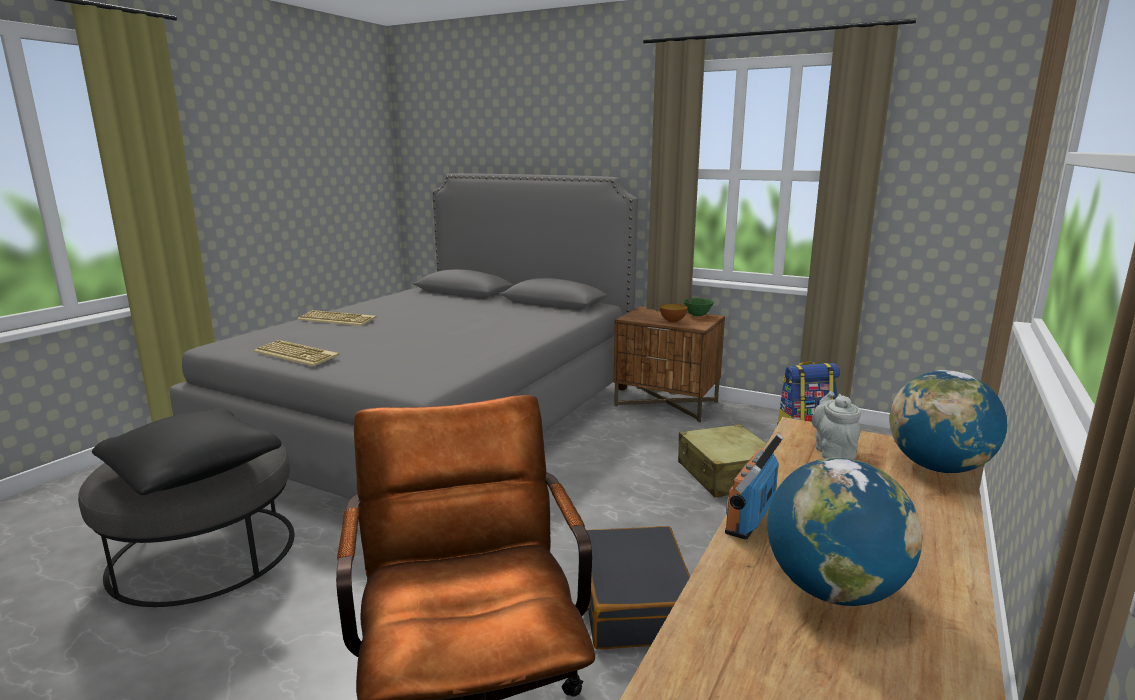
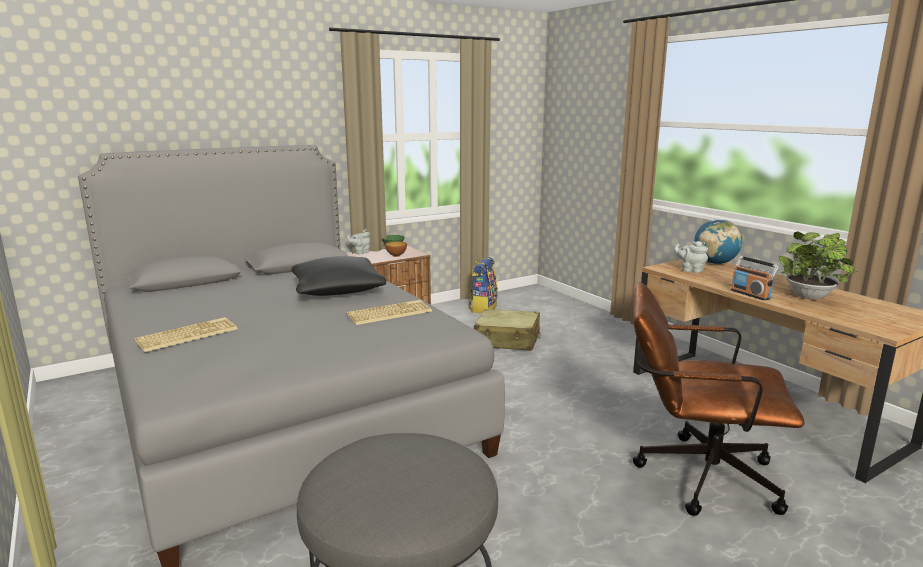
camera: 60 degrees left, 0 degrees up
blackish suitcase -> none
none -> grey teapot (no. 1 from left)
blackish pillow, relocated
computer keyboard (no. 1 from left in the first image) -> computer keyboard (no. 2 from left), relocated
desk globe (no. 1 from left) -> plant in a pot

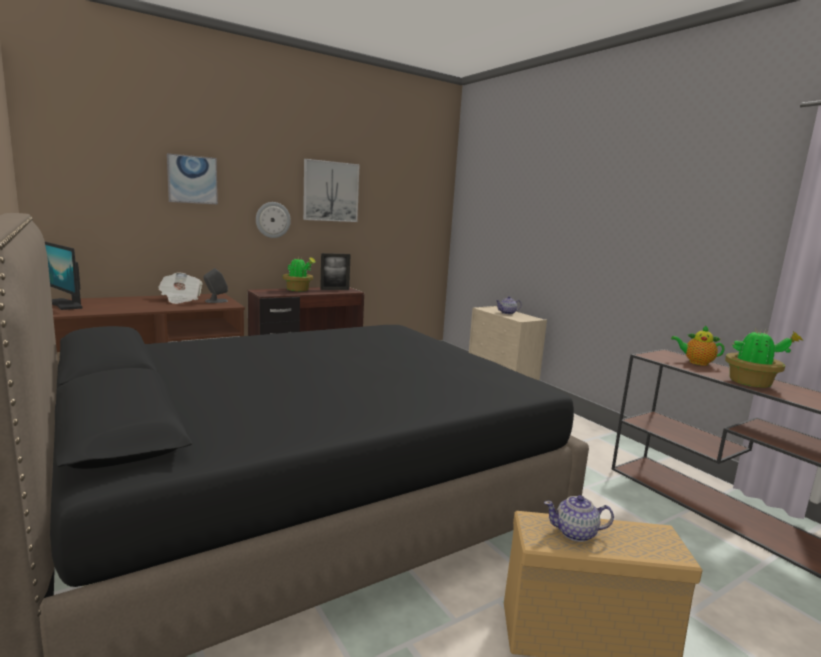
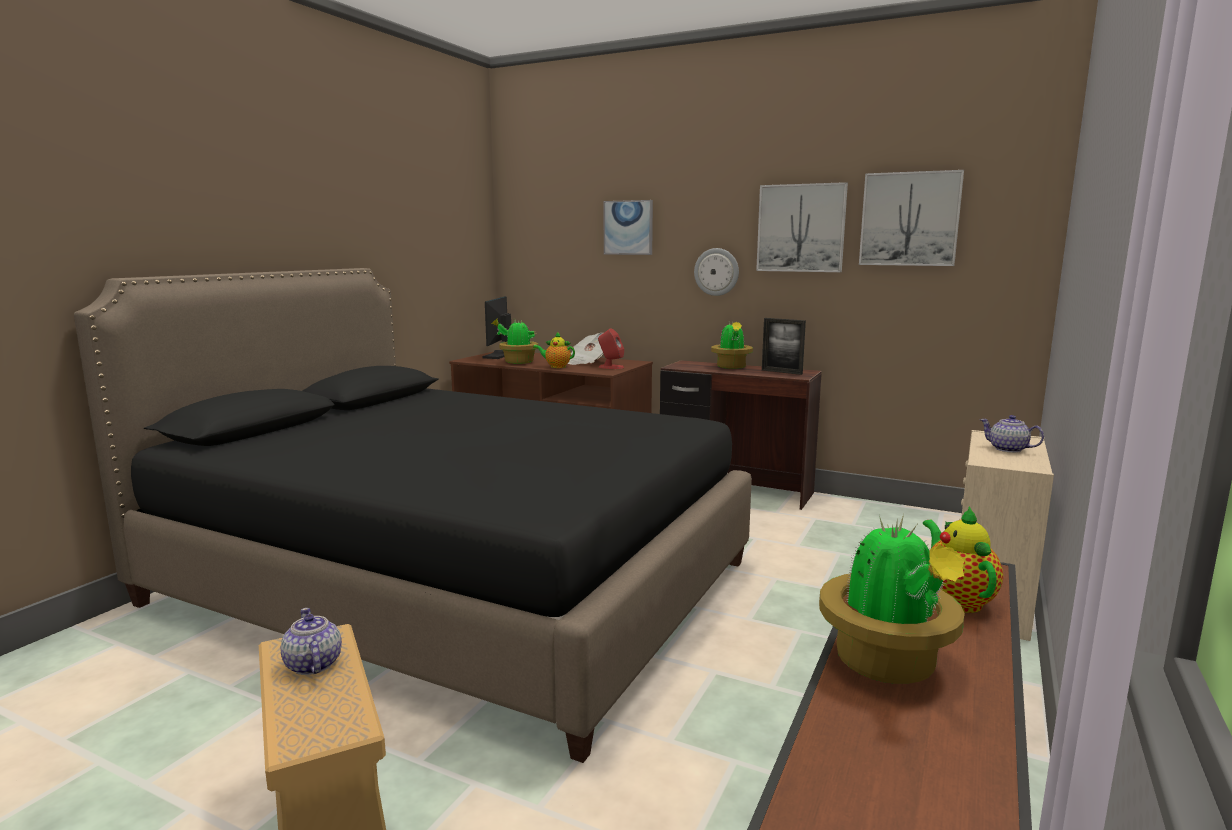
camera: 60 degrees right, 0 degrees up
none -> plant in a pot (no. 1 from left)
none -> teapot (no. 2 from left)
none -> picture (no. 3 from left)
grey speaker -> reddish speaker

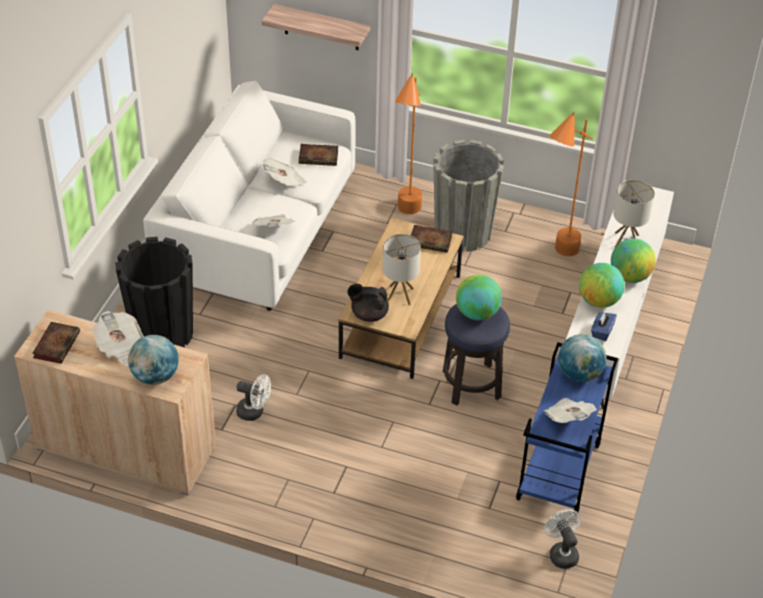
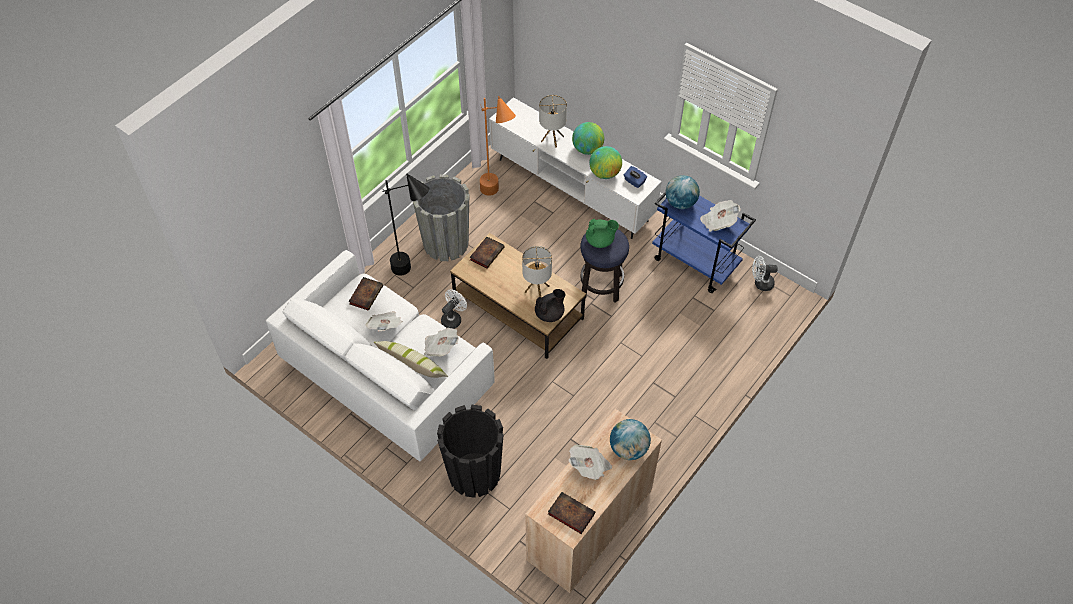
camera: 70 degrees left, 10 degrees up
shelf -> none
none -> pillow
white cooling fan (no. 1 from left), relocated
desk globe (no. 2 from left) -> green teapot
orange floor lamp (no. 1 from left) -> blackish floor lamp
blackish teapot, 150 degrees counterclockwise

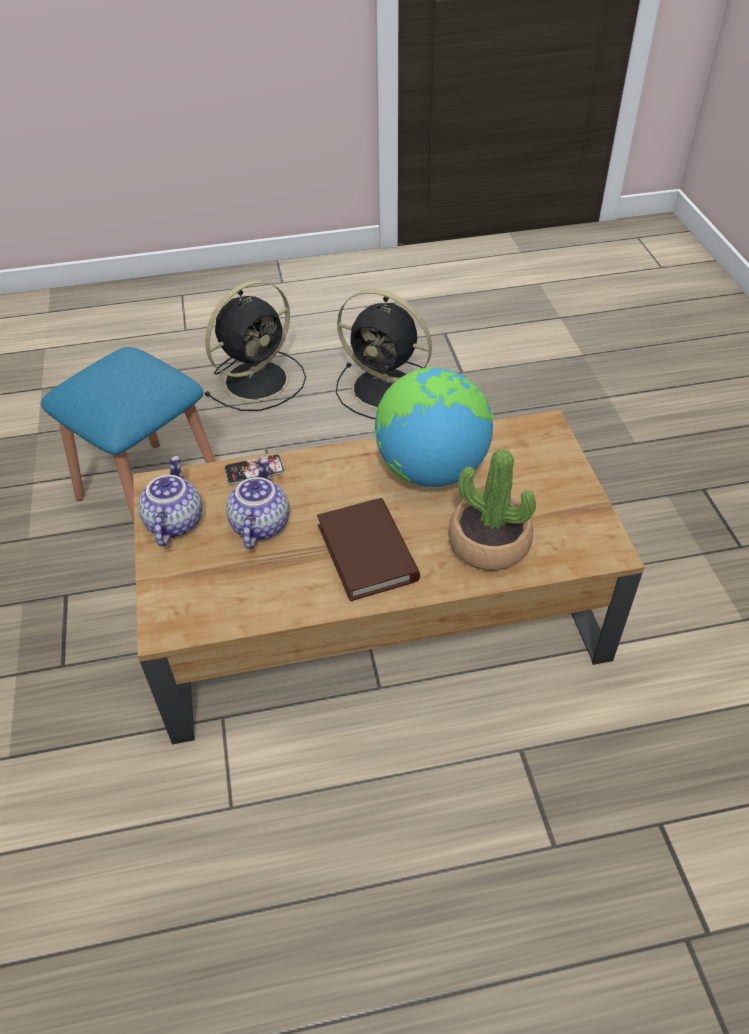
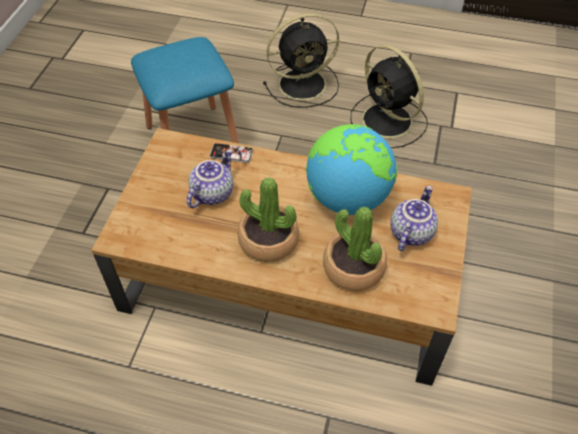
camera: 25 degrees right, 5 degrees up
teapot (no. 1 from left in the first image) -> teapot (no. 2 from left), relocated
brown book -> plant in a pot (no. 1 from left)

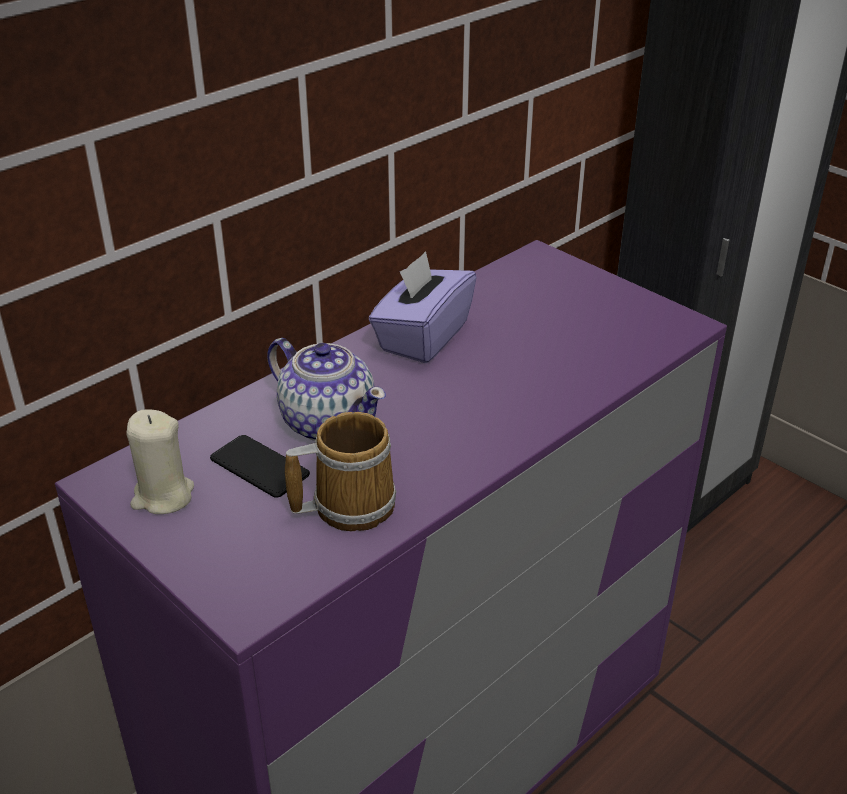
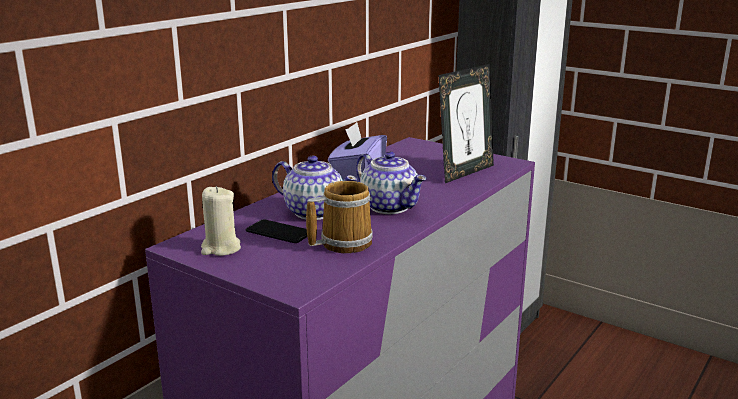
camera: 10 degrees left, 15 degrees down
none -> teapot (no. 2 from left)
none -> standing frame

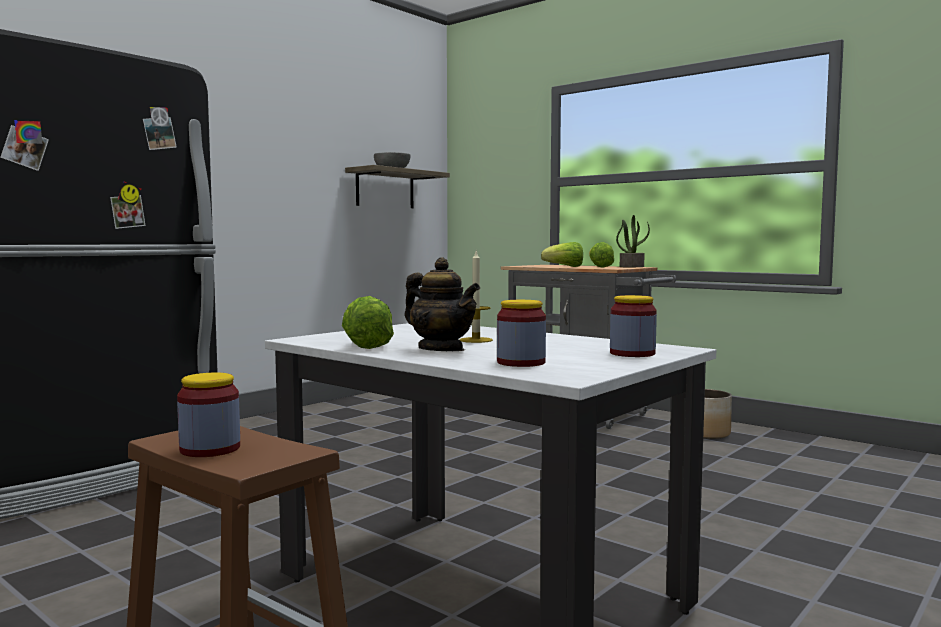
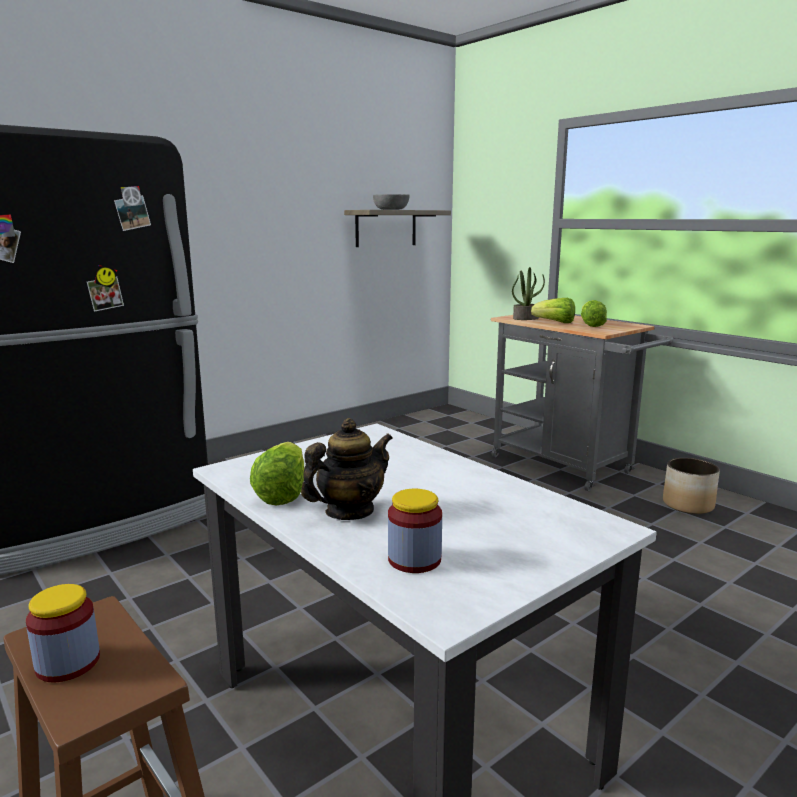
camera: 10 degrees right, 10 degrees up
wax candle -> none
jar (no. 3 from left) -> none
plant in a pot, relocated
teapot, 90 degrees counterclockwise

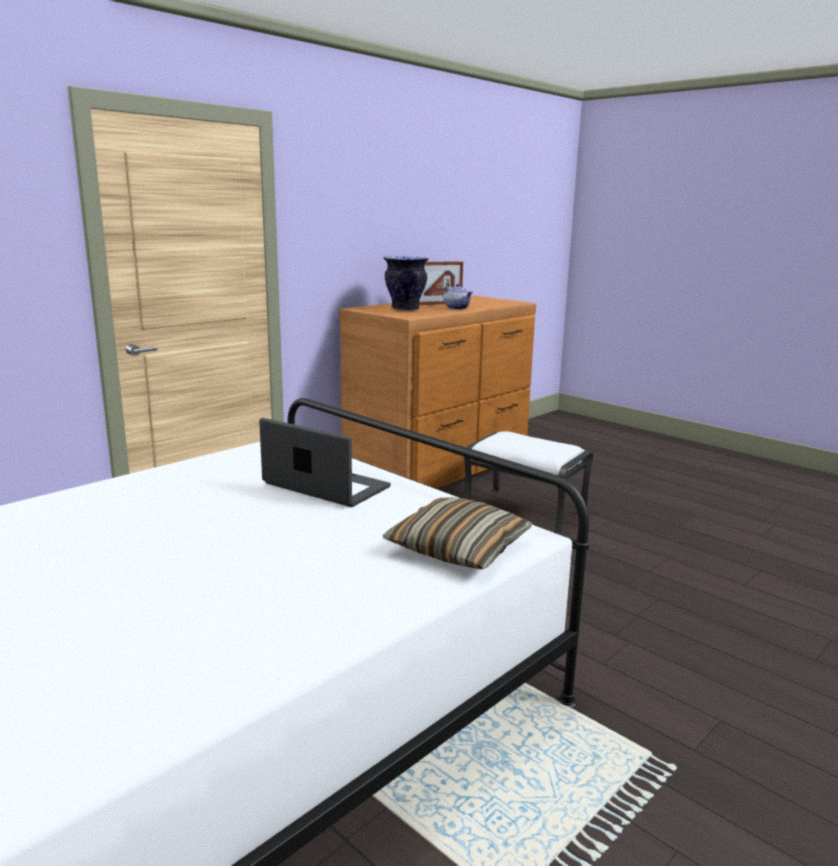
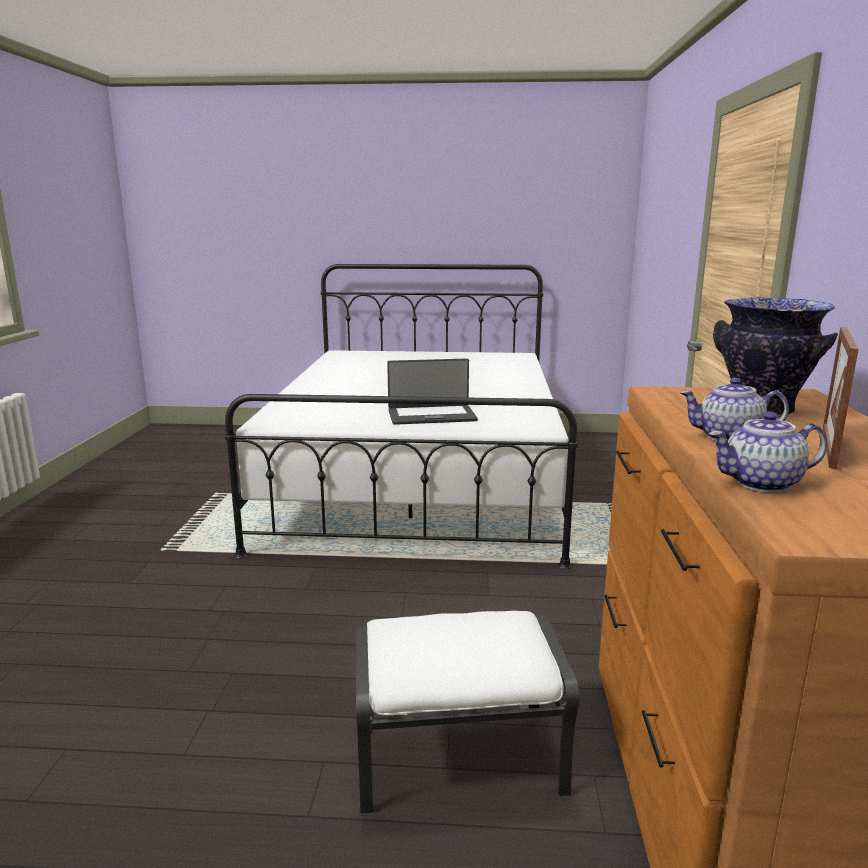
camera: 140 degrees right, 0 degrees up
pillow -> none
none -> teapot (no. 2 from left)

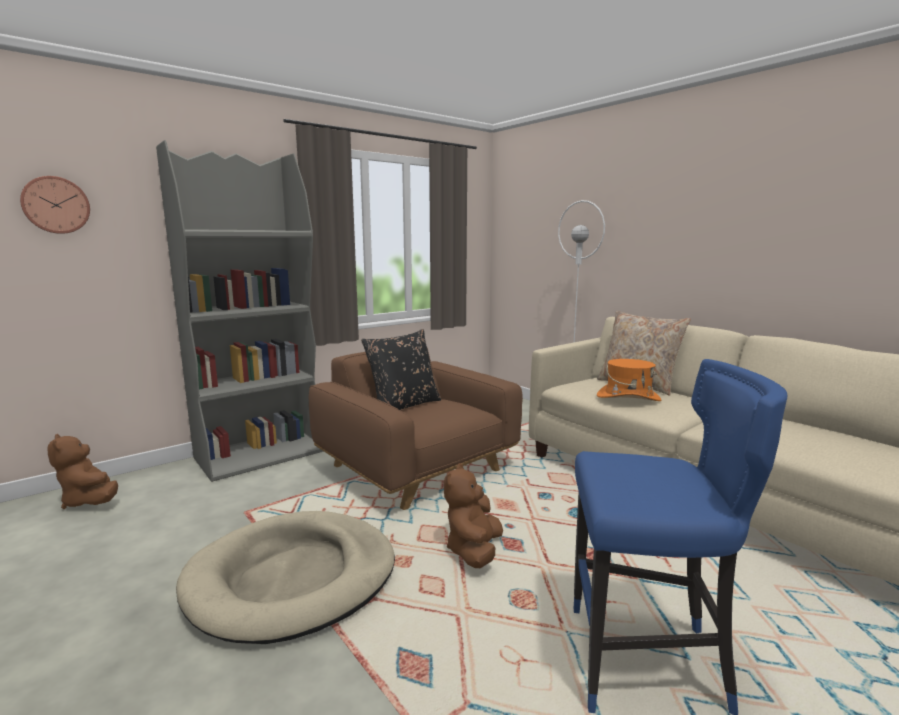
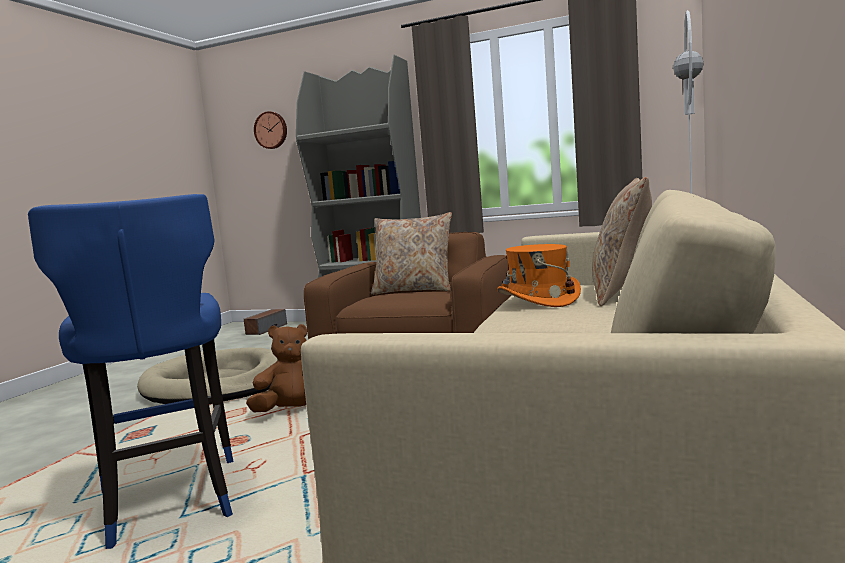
camera: 60 degrees right, 5 degrees down
brown soft toy (no. 1 from left) -> speaker
blackish pillow -> beige pillow (no. 1 from left)

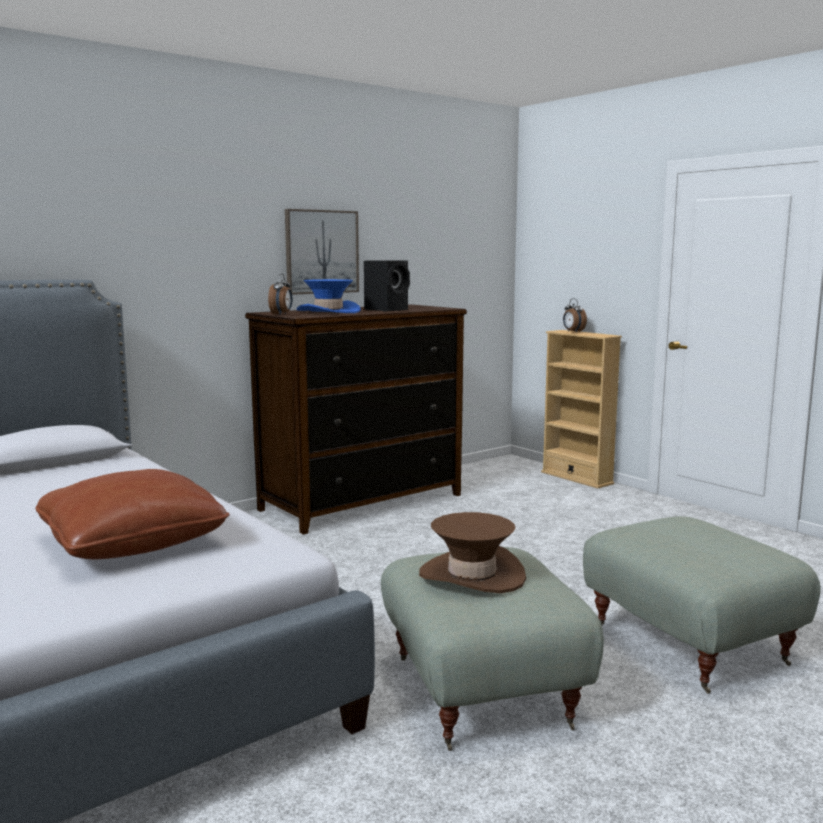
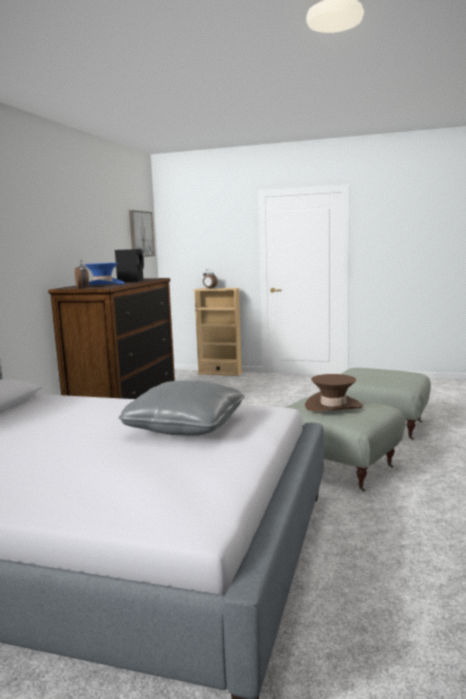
camera: 35 degrees left, 0 degrees up
picture, relocated
brown pillow -> grey pillow

